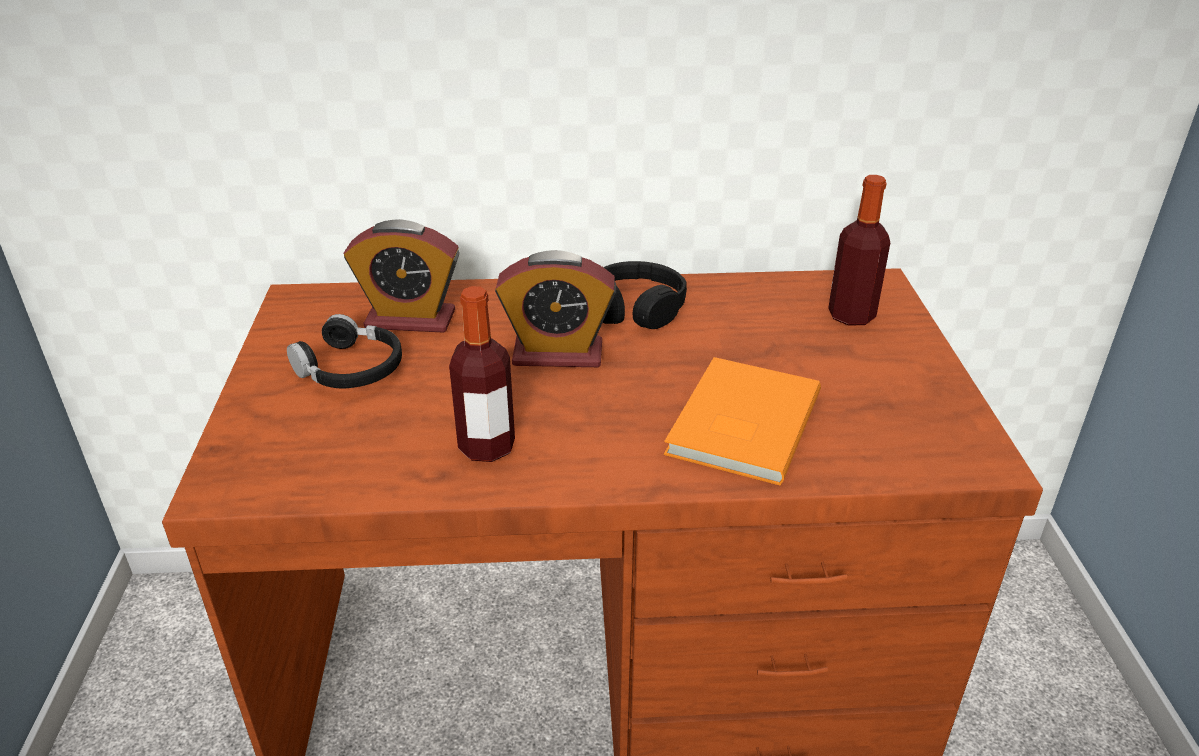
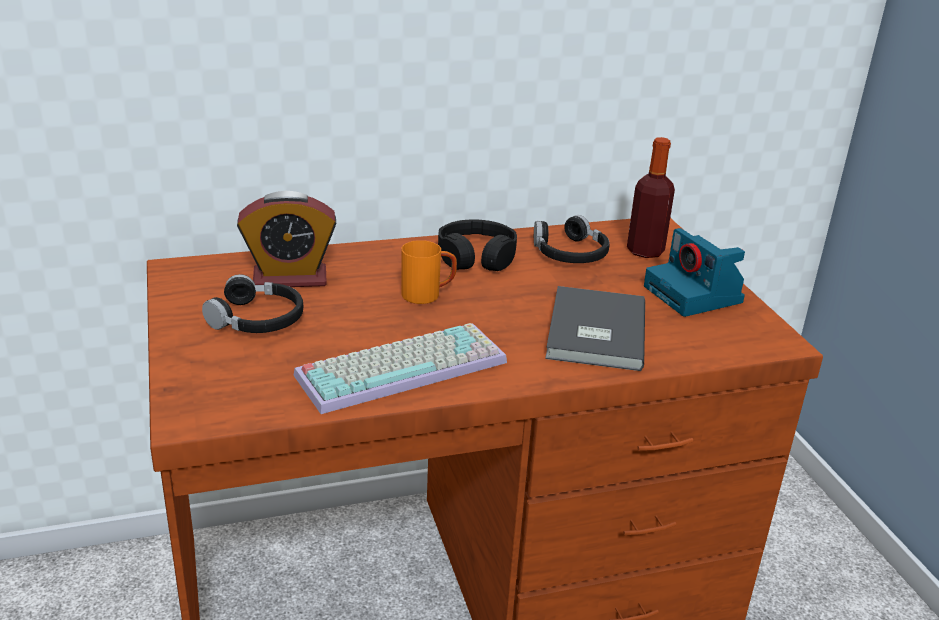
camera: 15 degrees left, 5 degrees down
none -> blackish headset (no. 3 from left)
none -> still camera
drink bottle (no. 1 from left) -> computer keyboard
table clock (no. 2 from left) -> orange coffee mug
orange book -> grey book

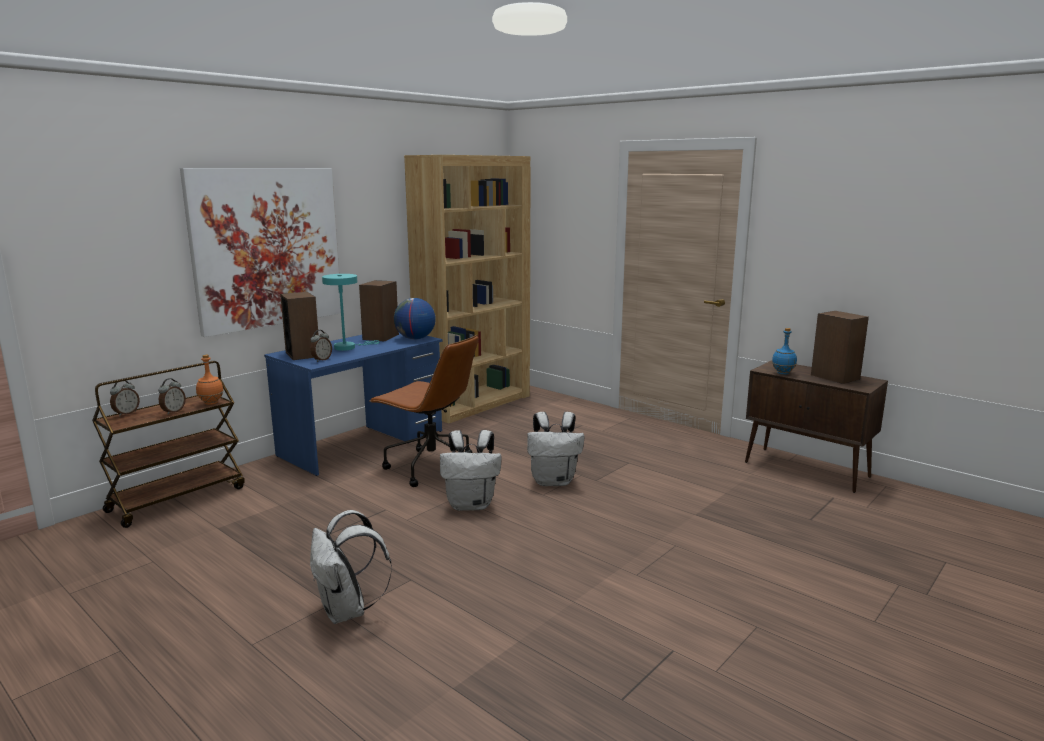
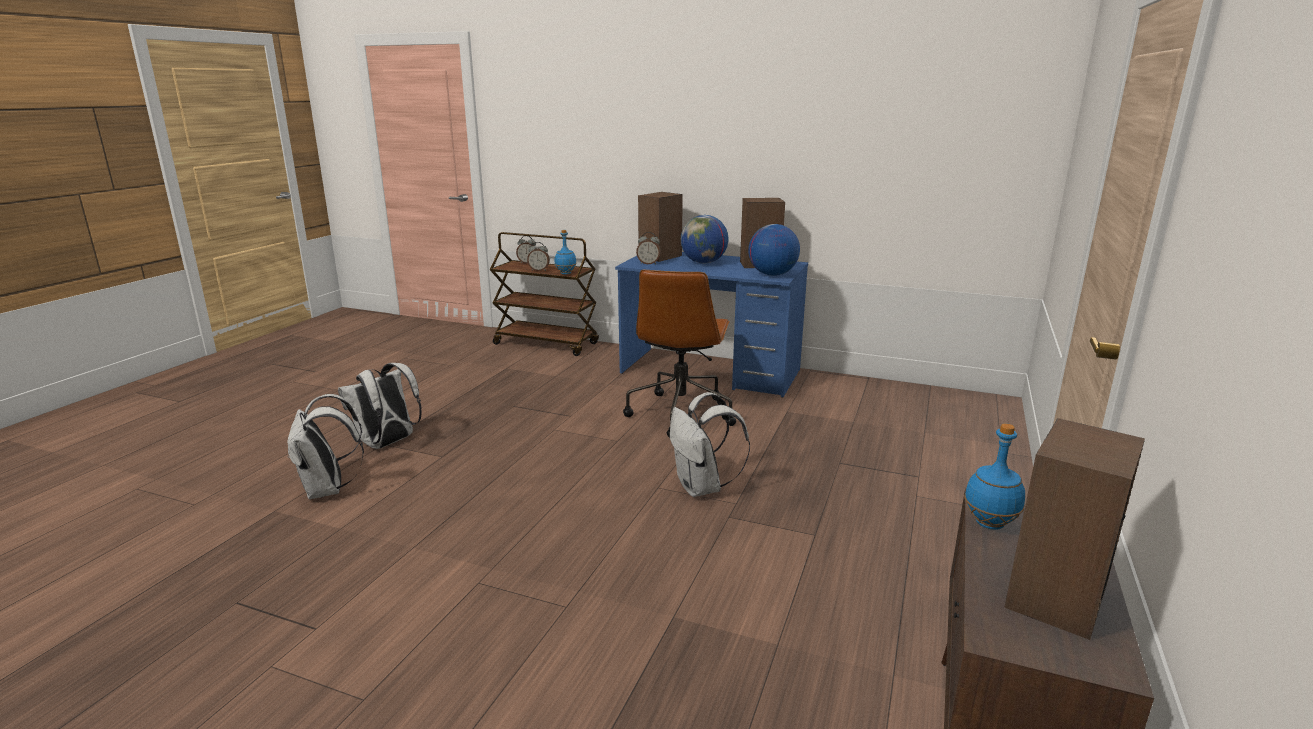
camera: 70 degrees right, 5 degrees up
picture -> none
brown bookshelf -> none
white backpack (no. 2 from left in the first image) -> white backpack (no. 1 from left), relocated
turquoise-coloured tabletop lamp -> desk globe (no. 1 from left)
orange drink bottle -> blue-coloured drink bottle (no. 1 from left)

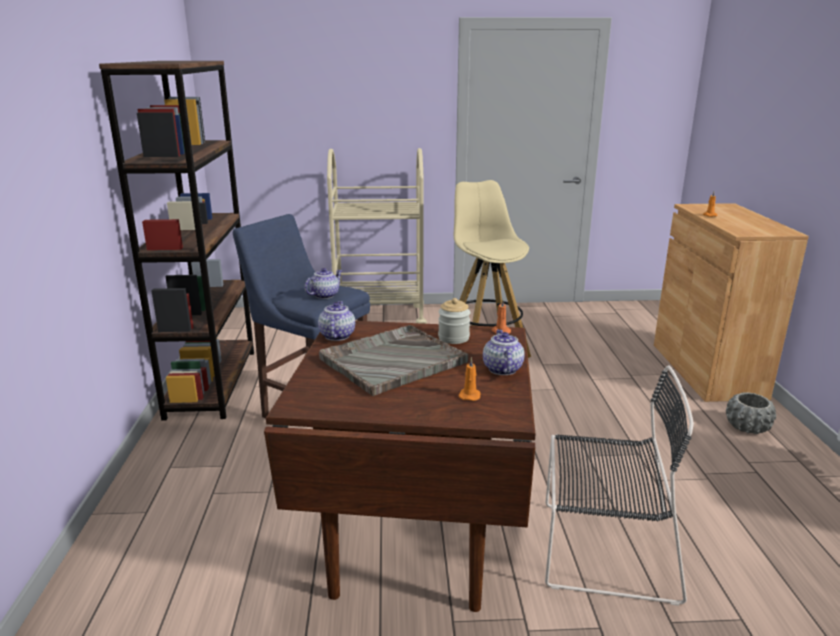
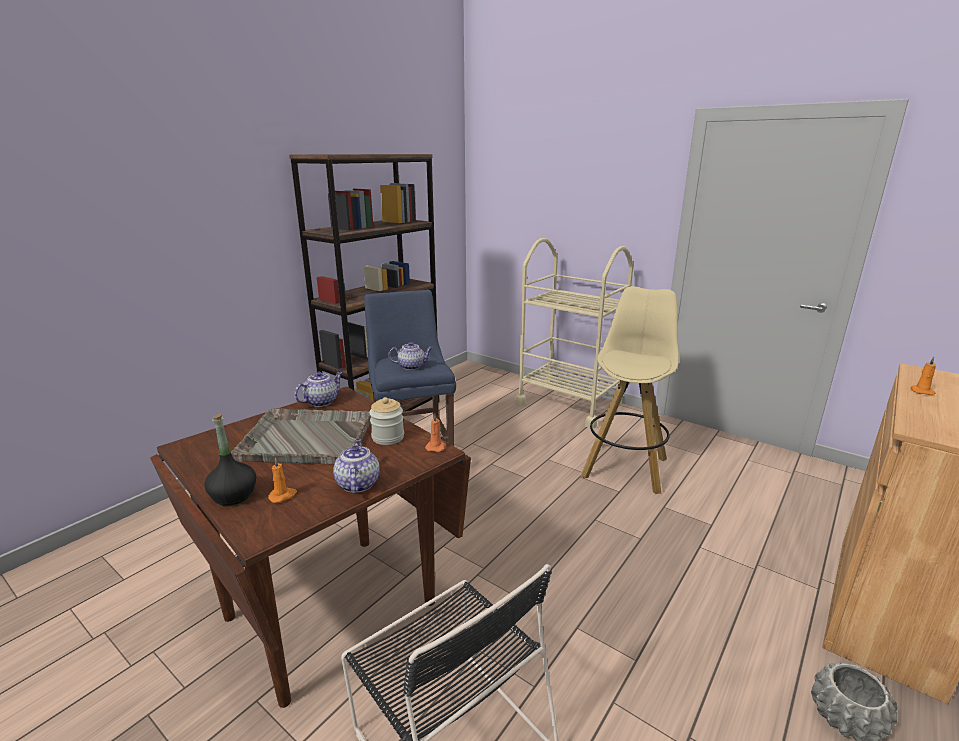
camera: 40 degrees right, 0 degrees up
none -> blackish drink bottle
teapot (no. 3 from left in the first image) -> teapot (no. 2 from left), 45 degrees counterclockwise

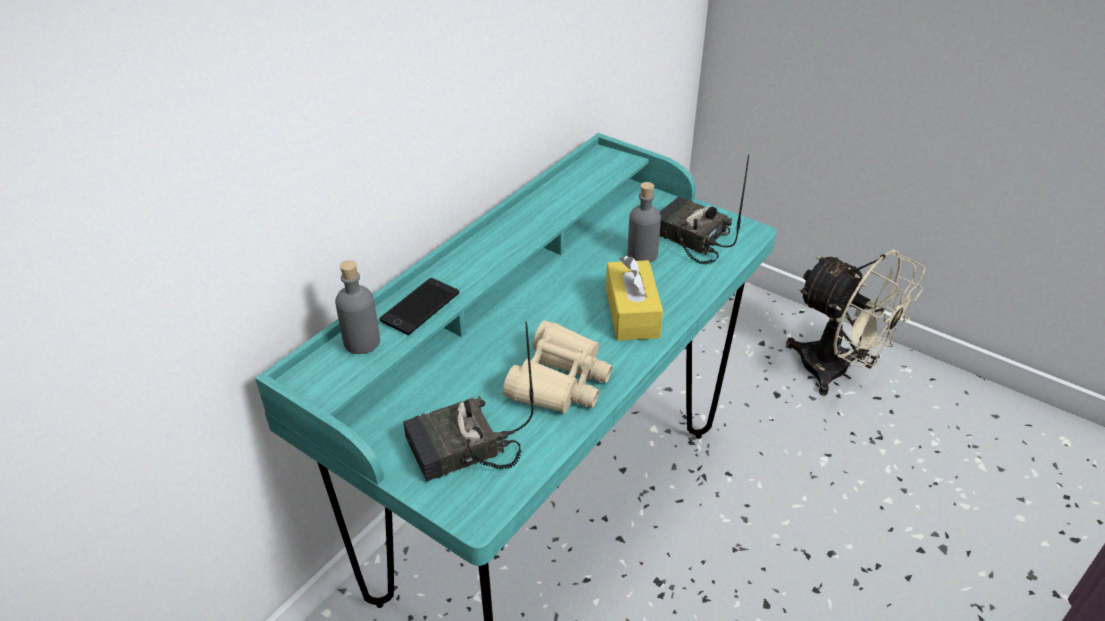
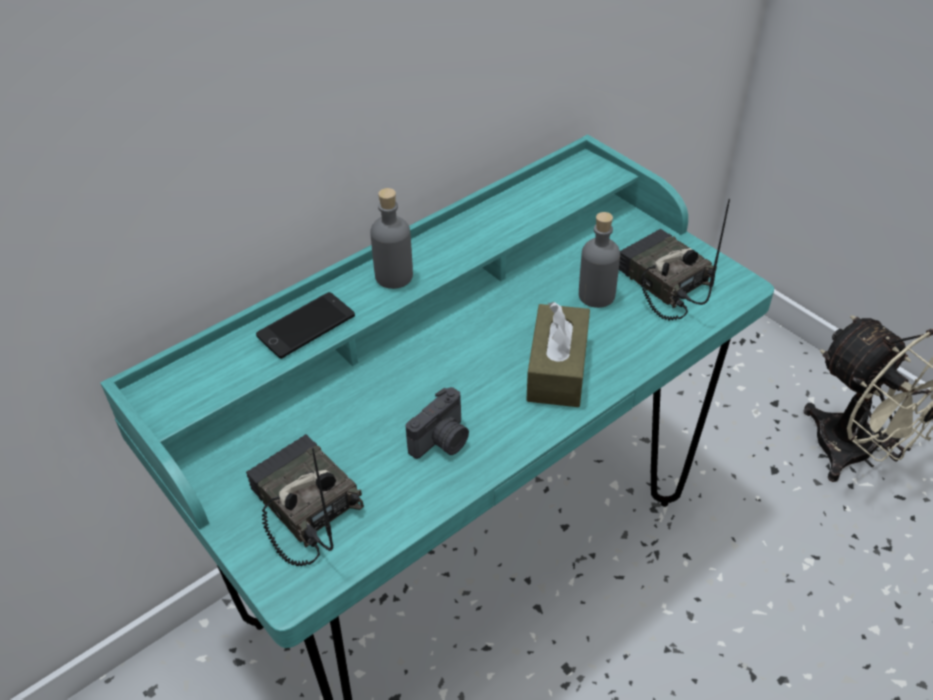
camera: 15 degrees right, 5 degrees up
grey drink bottle (no. 1 from left), relocated
beige field glasses -> still camera
yellow tissue holder -> brown tissue holder
radio (no. 1 from left), 60 degrees clockwise

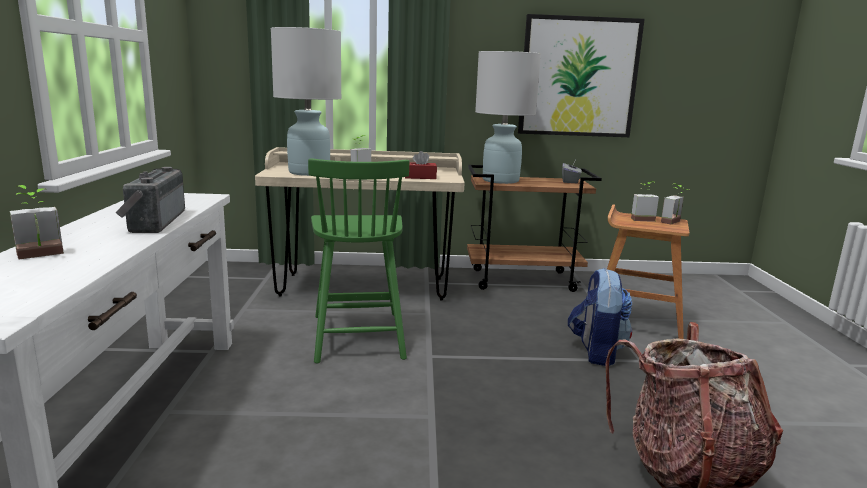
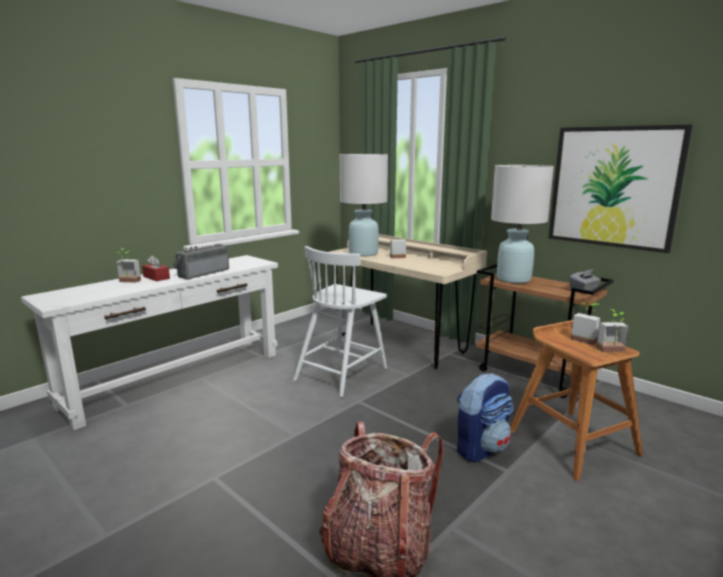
camera: 45 degrees right, 0 degrees up
reddish tissue holder, relocated
green chair -> white chair

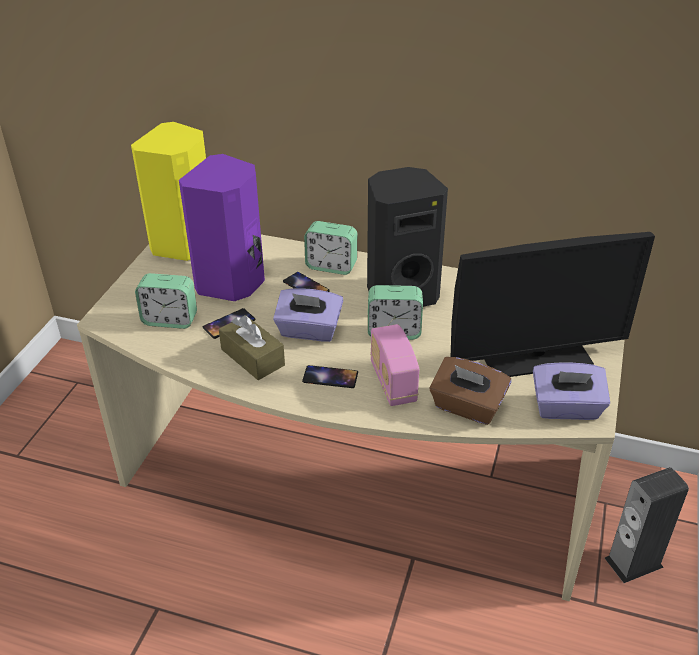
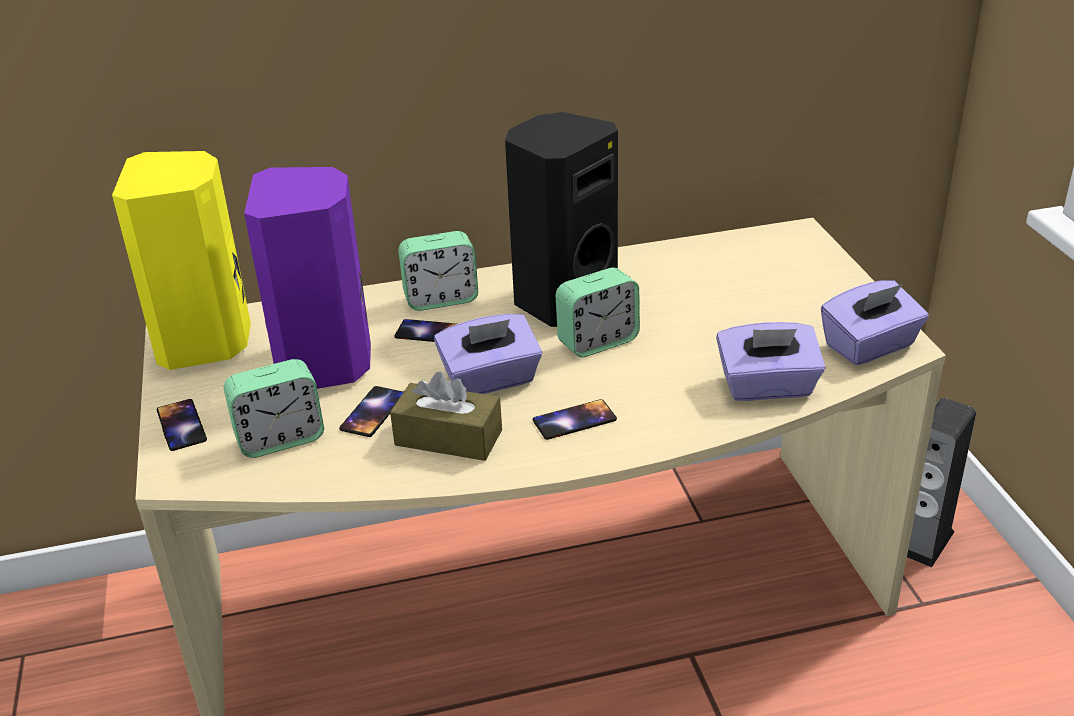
camera: 30 degrees left, 5 degrees down
radio -> none
computer screen -> none
none -> handset (no. 1 from left)
brown tissue holder (no. 2 from left) -> purple-coloured tissue holder (no. 2 from left)

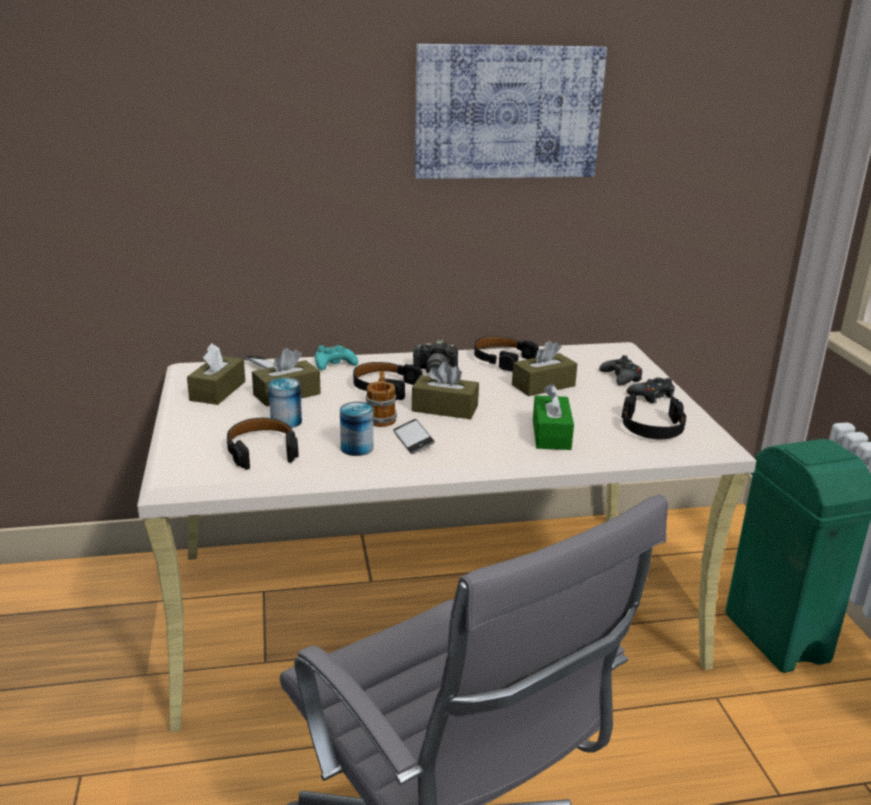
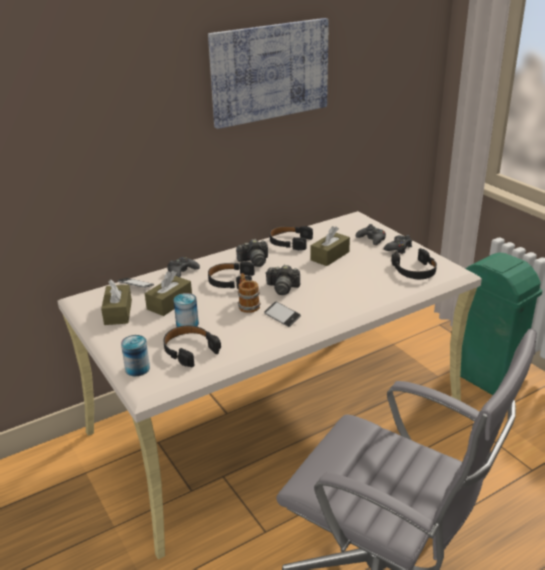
camera: 20 degrees left, 5 degrees up
green tissue holder -> none
sealed can (no. 2 from left in the first image) -> sealed can (no. 1 from left), relocated
brown tissue holder (no. 3 from left) -> still camera (no. 2 from left)
turquoise-coloured joypad -> blackish joypad (no. 1 from left)

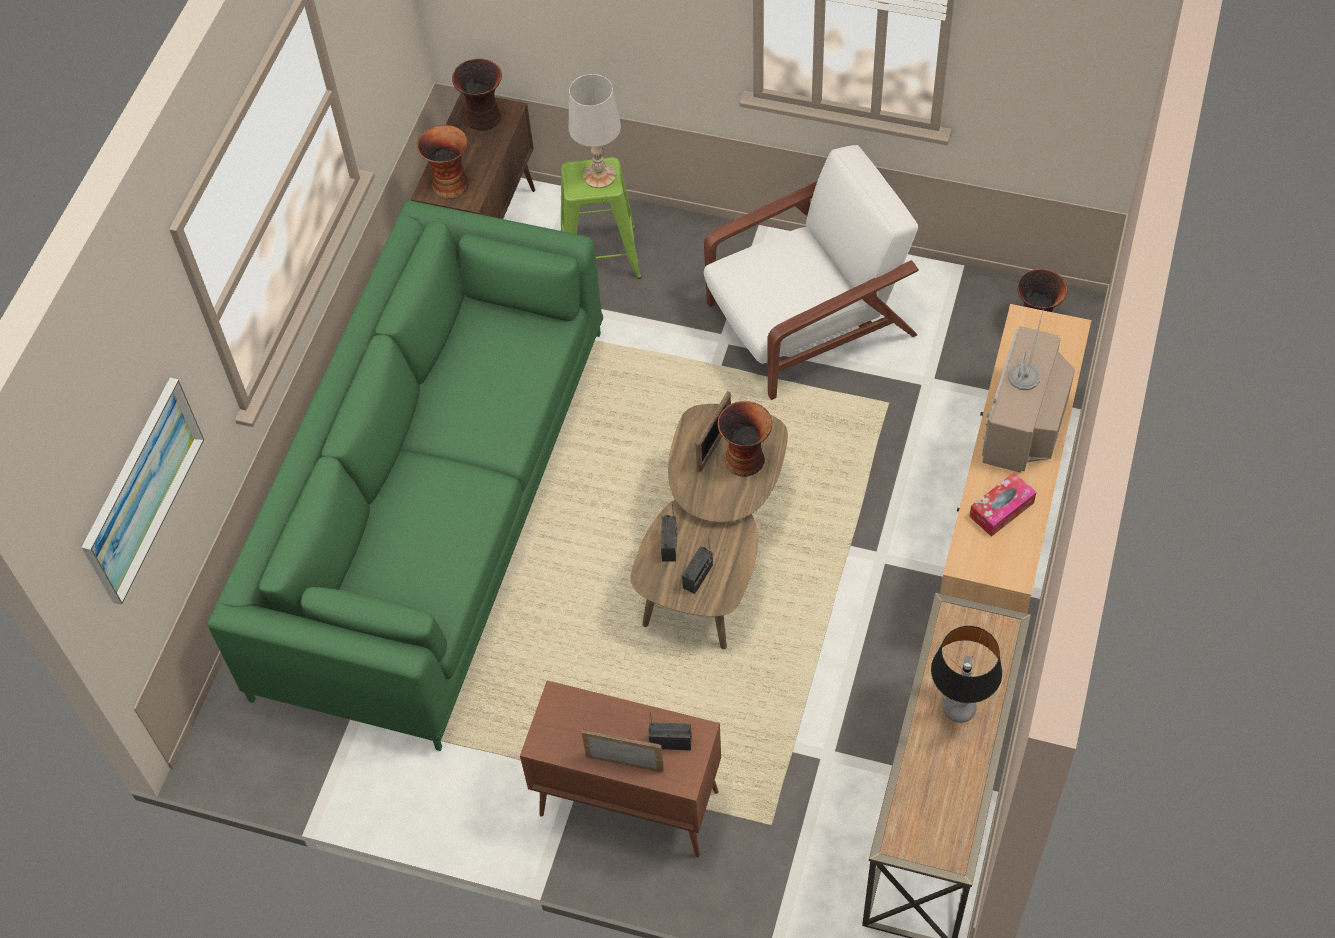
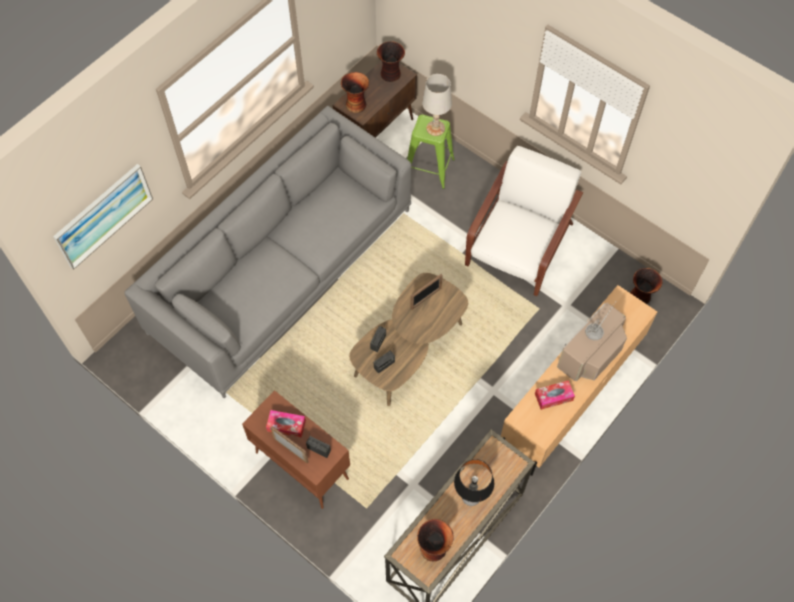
camera: 20 degrees right, 5 degrees up
none -> tissue holder (no. 1 from left)
flower vase (no. 3 from left), relocated
green sofa -> grey sofa
white easy chair, 60 degrees counterclockwise

